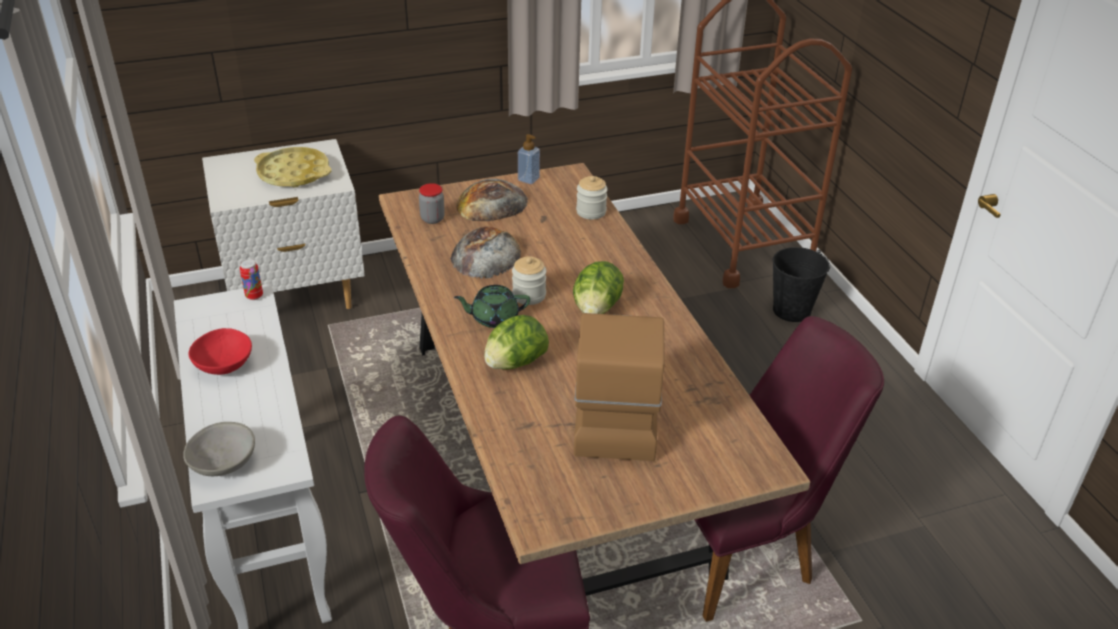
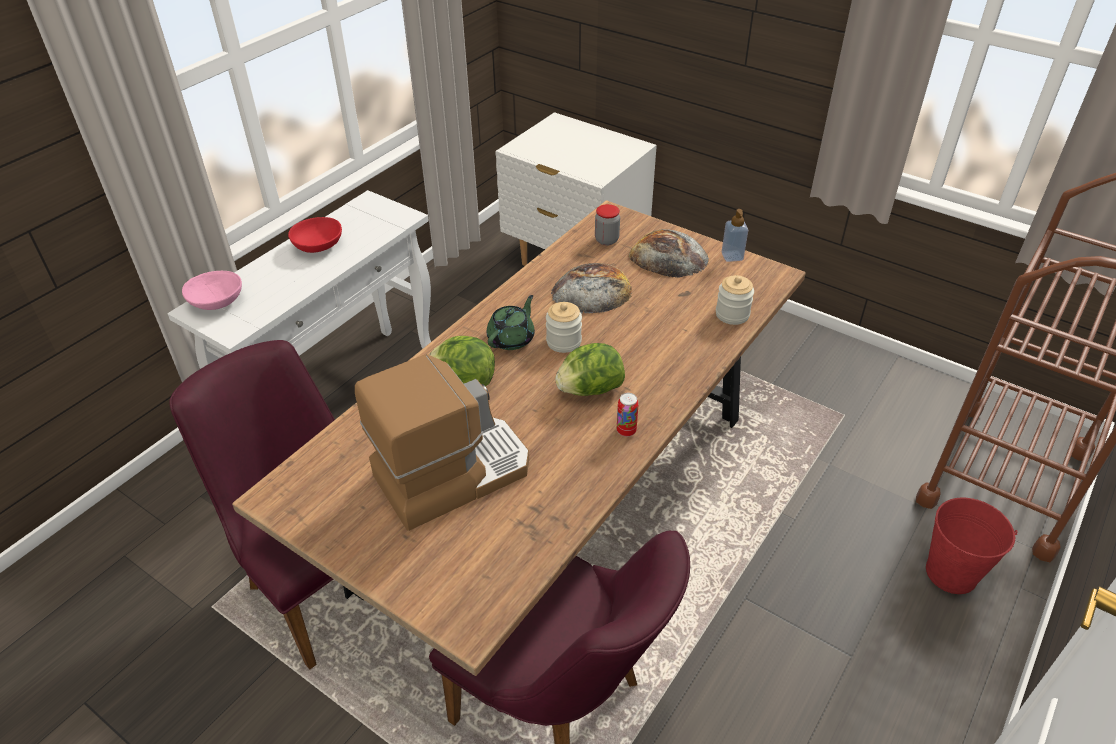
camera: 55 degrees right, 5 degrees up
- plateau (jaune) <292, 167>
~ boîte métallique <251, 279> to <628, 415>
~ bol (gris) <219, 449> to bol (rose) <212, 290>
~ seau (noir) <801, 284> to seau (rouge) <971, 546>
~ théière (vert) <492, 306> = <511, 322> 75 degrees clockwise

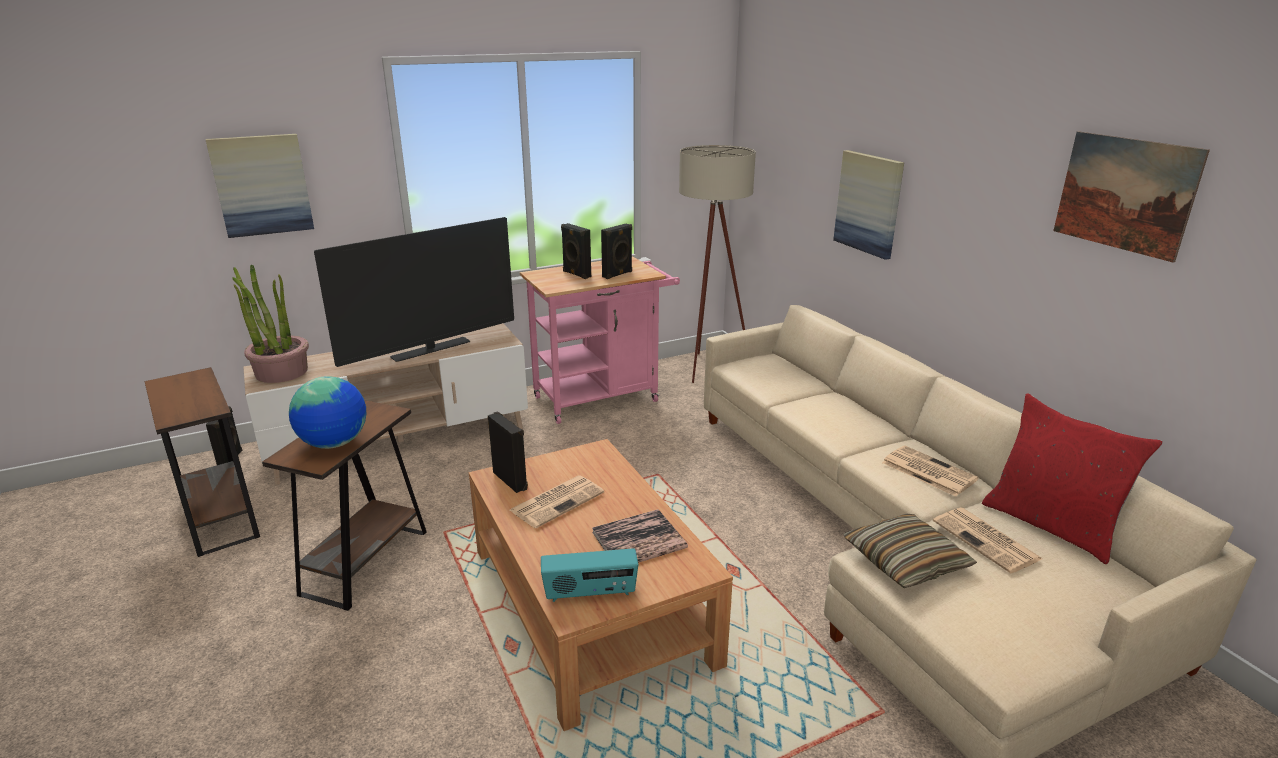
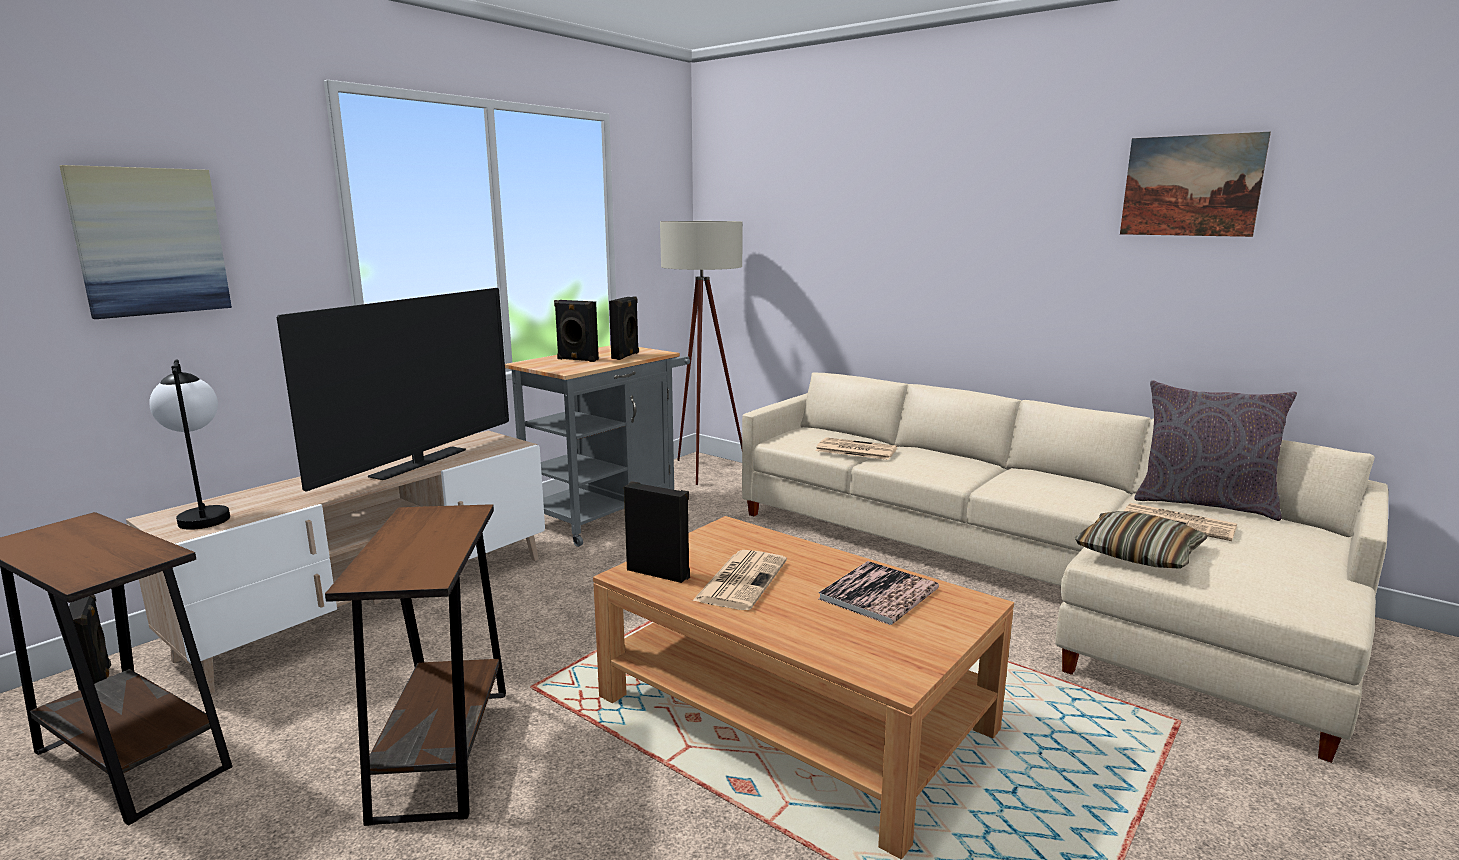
camera: 25 degrees left, 10 degrees down
- globe <327, 412>
- radio <589, 575>
- tableau <868, 205>
~ journal <930, 471> to <856, 448>
~ plante en pot <270, 324> to lampe de table <189, 444>
~ chariot (rose) <600, 340> to chariot (gris) <597, 446>
~ coussin (rouge) <1072, 478> to coussin (gris) <1215, 450>

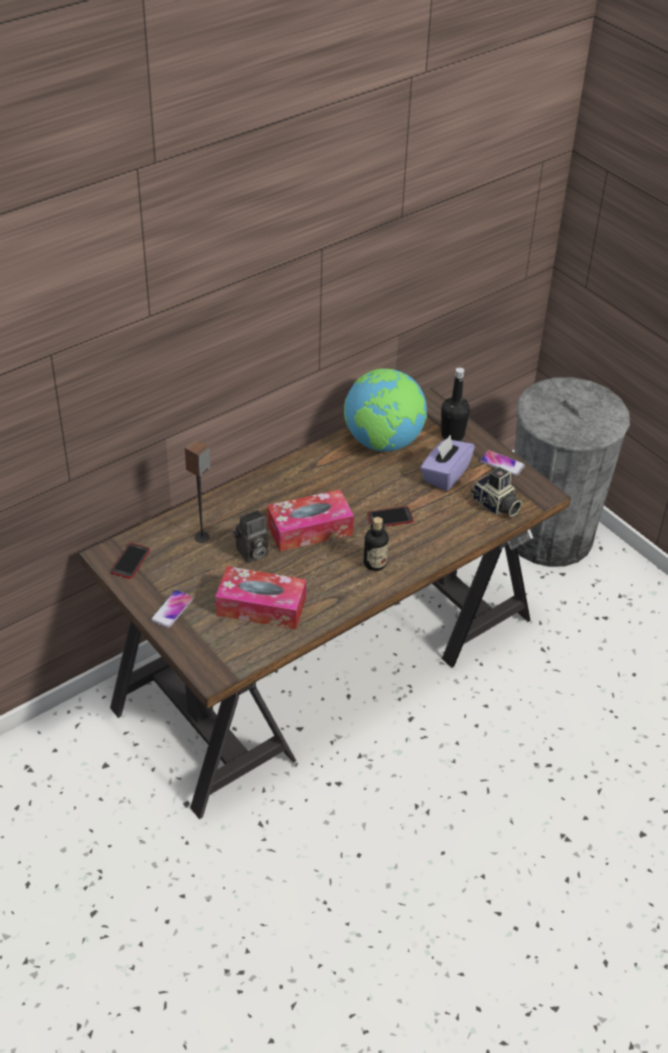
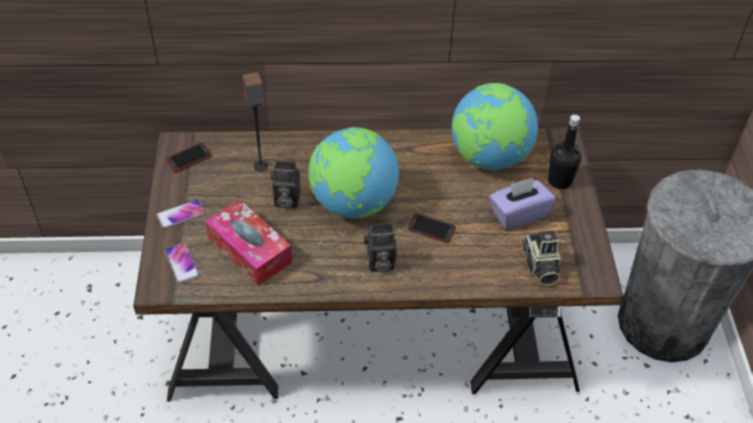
camera: 35 degrees right, 5 degrees up
~ téléphone <502, 463> to <182, 263>
~ boîte à mouchoirs <310, 520> to globe <353, 172>
~ bouteille <376, 544> to appareil photo <380, 247>

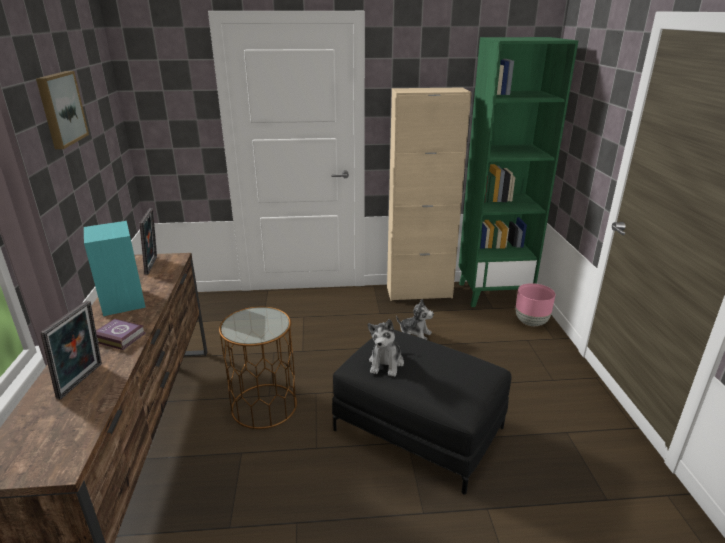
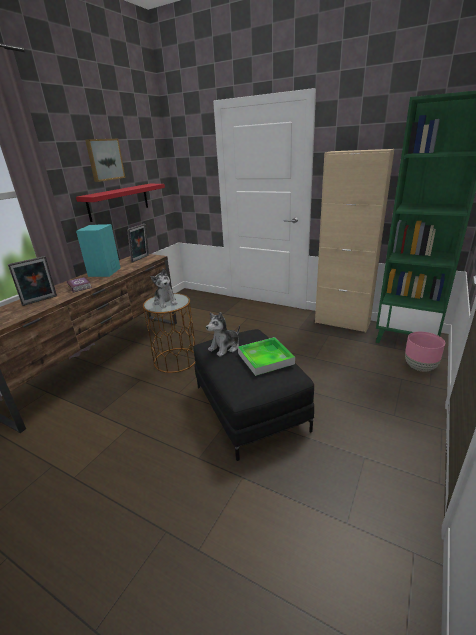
camera: 35 degrees right, 0 degrees up
+ étagère (rouge) <120, 203>
+ plateau <266, 356>
~ peluche <415, 319> to <163, 288>

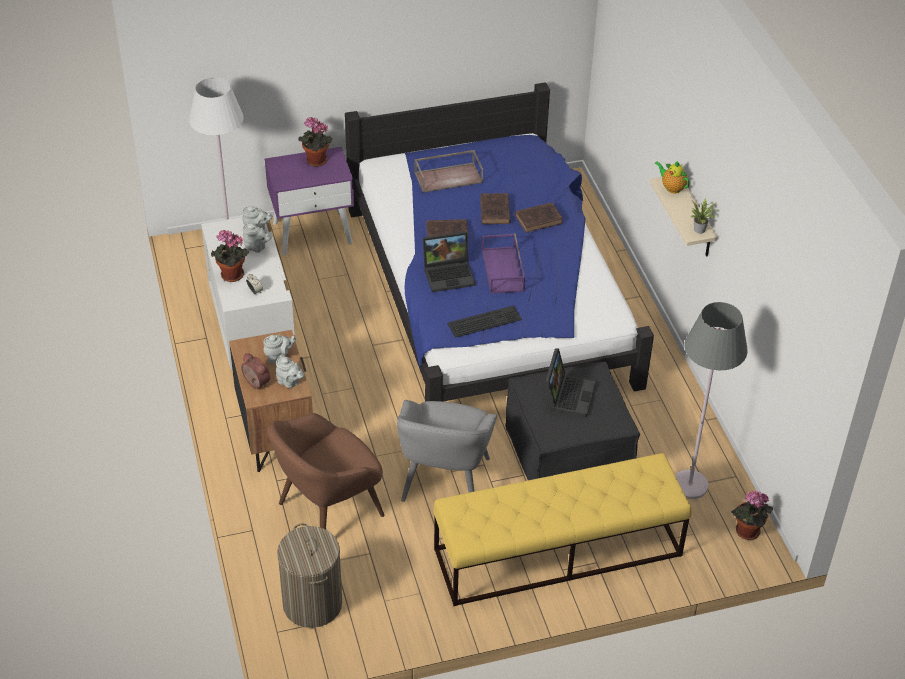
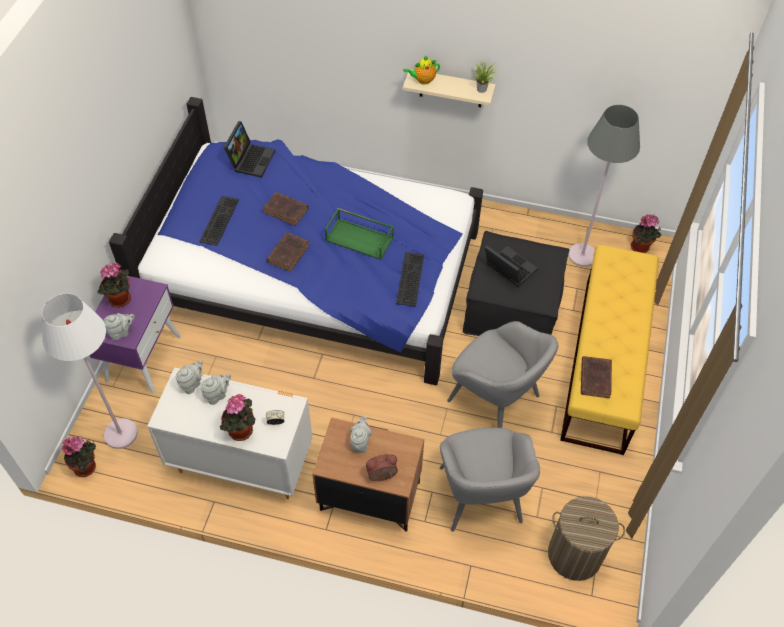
camera: 60 degrees left, 10 degrees up
+ plante en pot <79, 456>
~ théière (gris) <290, 372> to <119, 326>
~ ordinateur portable <449, 261> to <249, 149>
~ livre (marron) <539, 217> to <596, 377>
~ plateau (marron) <448, 171> to clavier <219, 221>
~ fauteuil (marron) <326, 471> to fauteuil (gris) <490, 480>
~ plateau (violet) <503, 263> to plateau (vert) <359, 234>

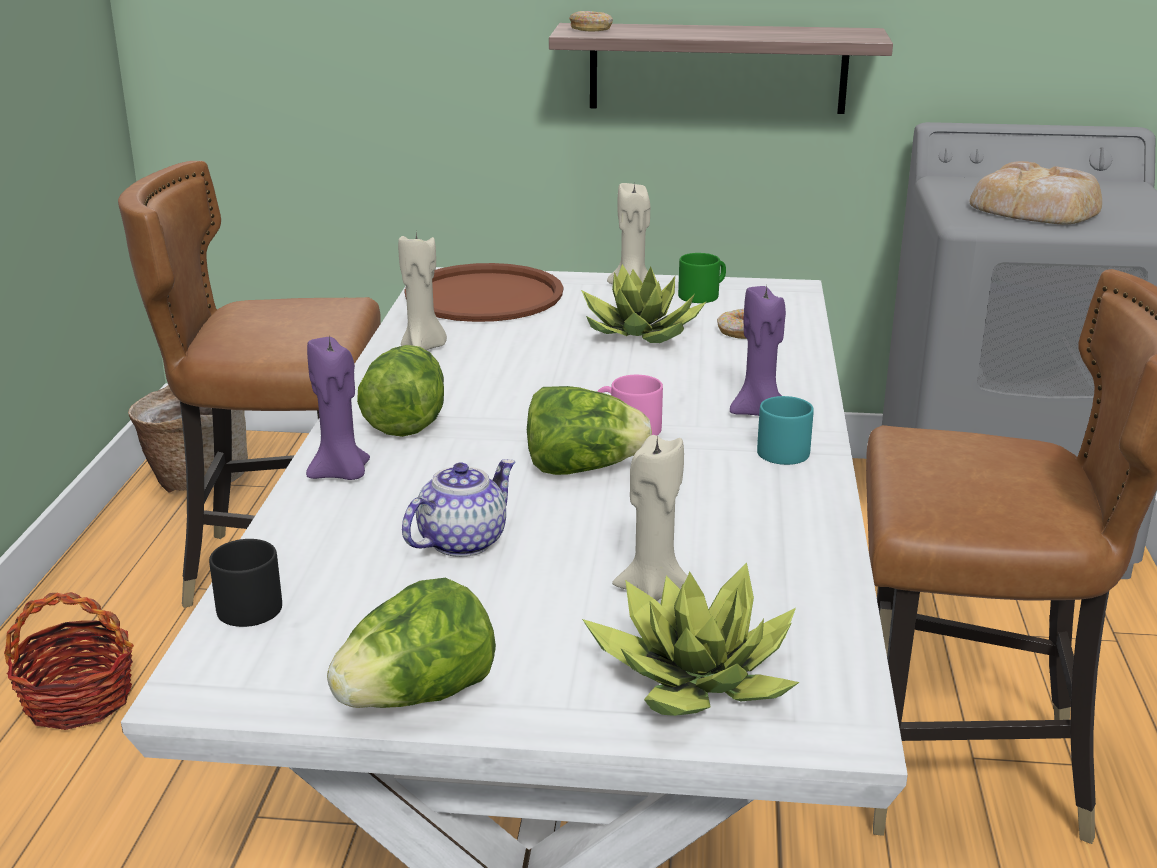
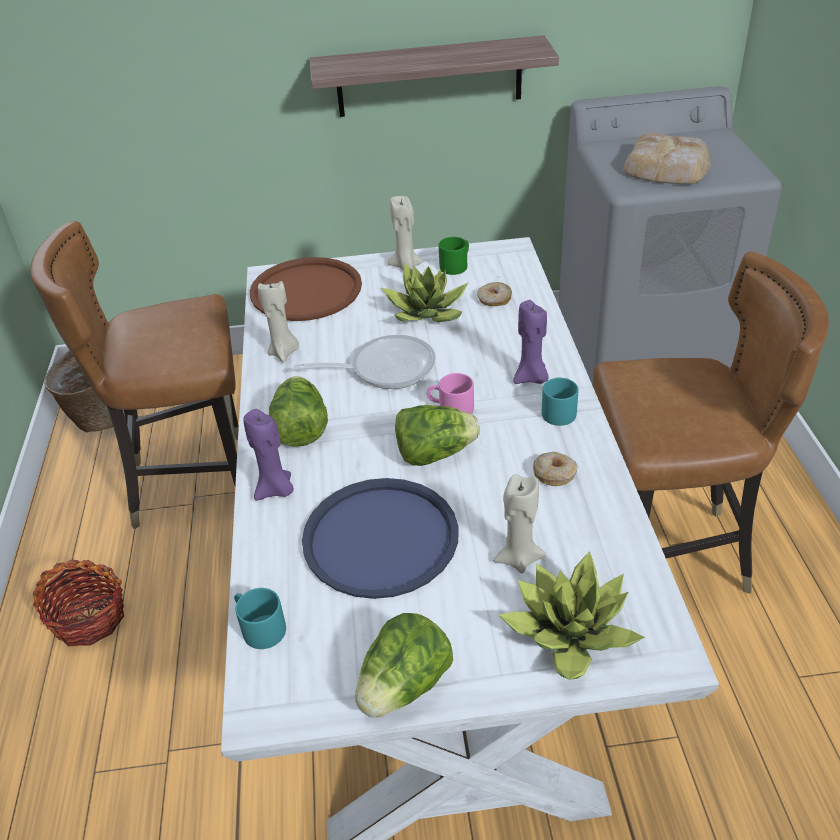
camera: 10 degrees left, 15 degrees up
+ poêle <364, 362>
~ beignet <591, 21> to <555, 469>
~ théière <459, 508> to plateau (bleu) <380, 538>
~ mug (noir) <245, 583> to mug (turquoise) <260, 618>

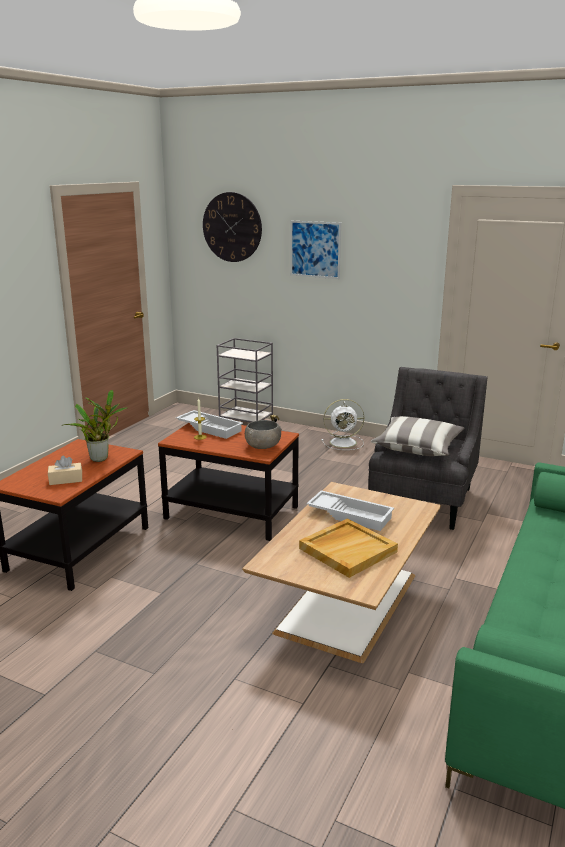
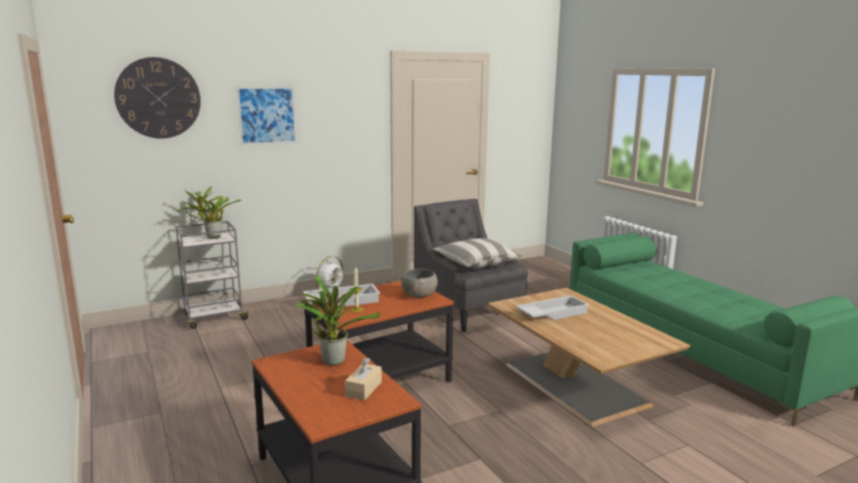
camera: 55 degrees left, 5 degrees down
- plateau (beige) <348, 548>
+ plante en pot <209, 212>

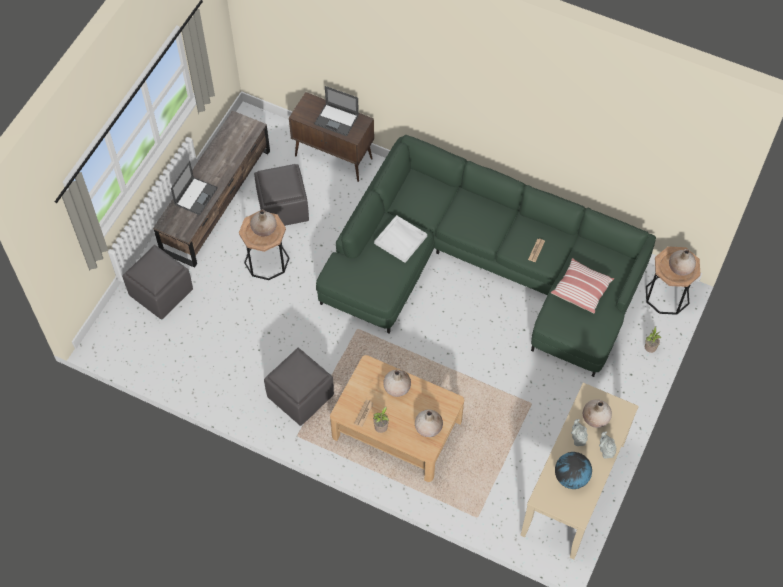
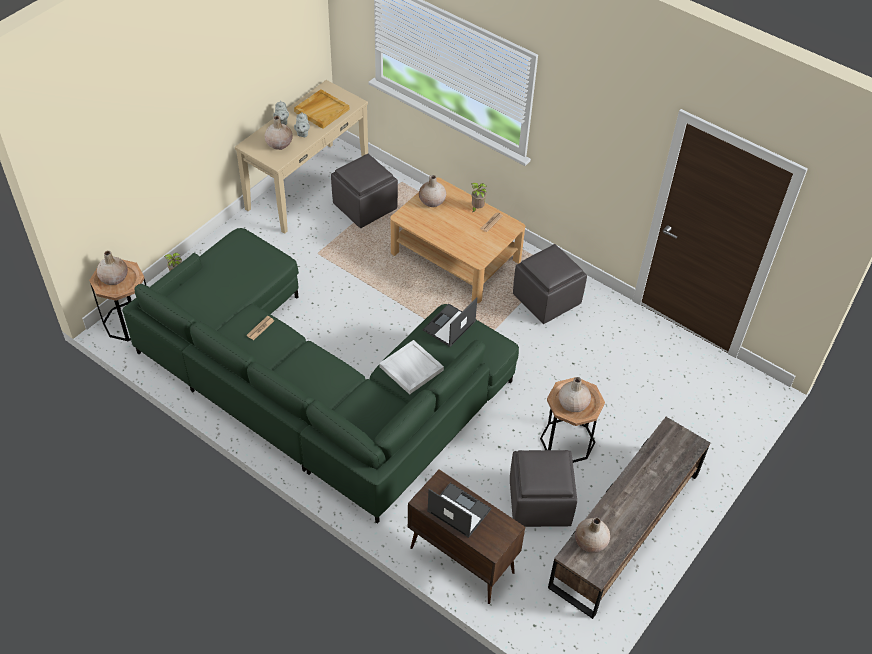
camera: 170 degrees left, 10 degrees down
- coussin <582, 285>
~ pouf (gris) <157, 282> to <364, 190>
~ ordinateur portable <194, 188> to <449, 322>
~ vase (beige) <397, 383> to <592, 535>
~ globe <573, 470> to plateau (beige) <322, 109>

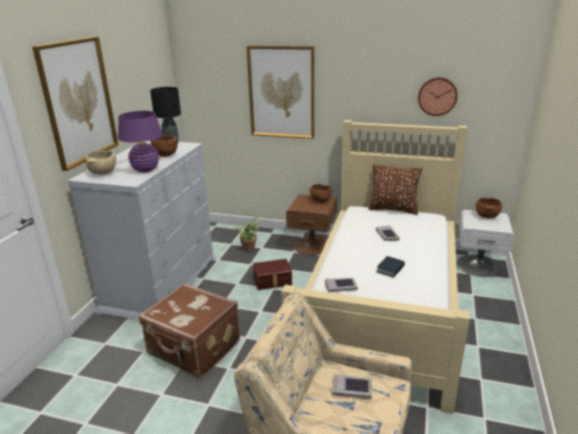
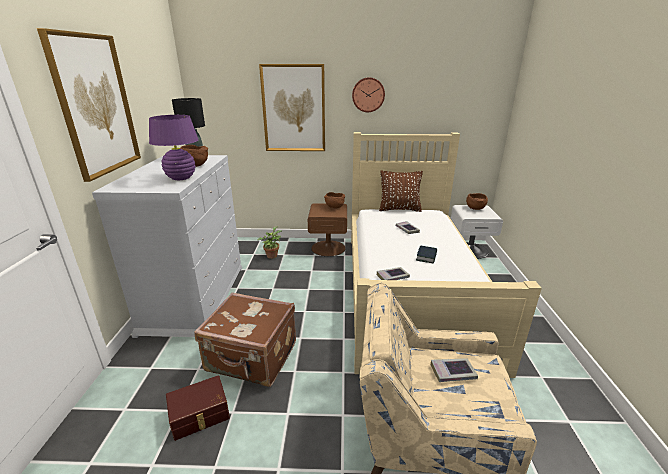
camera: 15 degrees left, 0 degrees up
- bol (beige) <101, 163>
~ boîte de rangement (marron) <272, 274> to <198, 408>
~ horloge murale <437, 96> to <368, 94>

